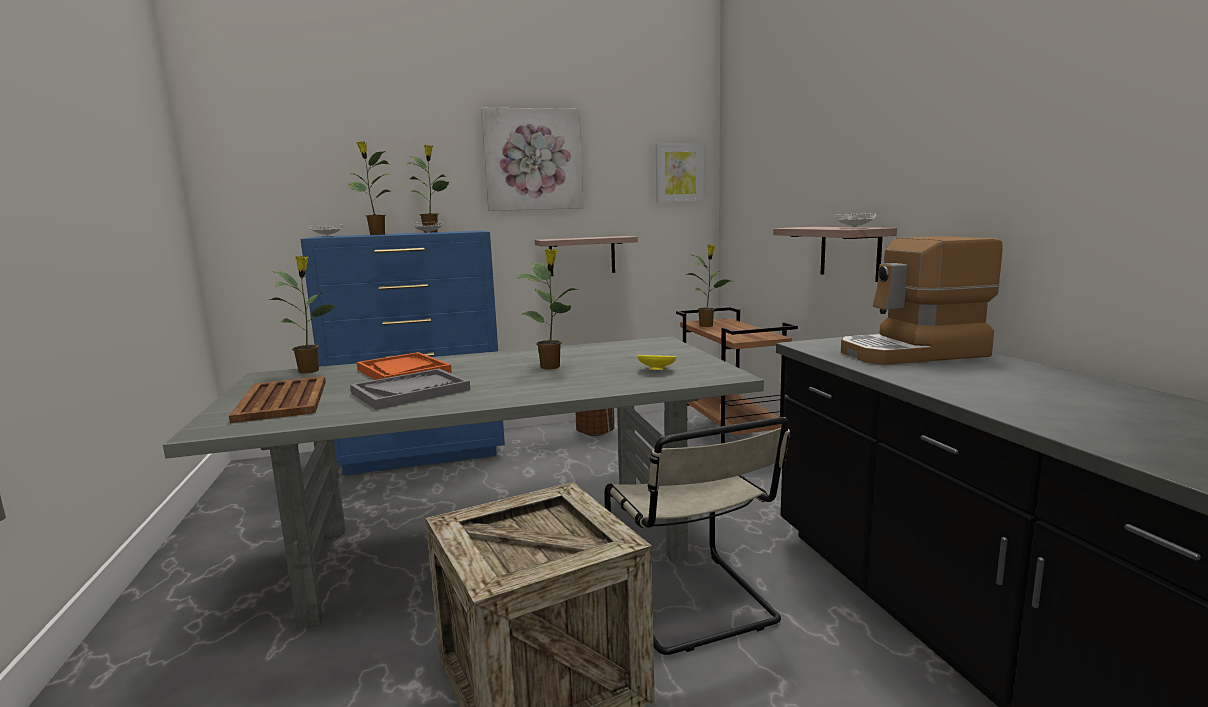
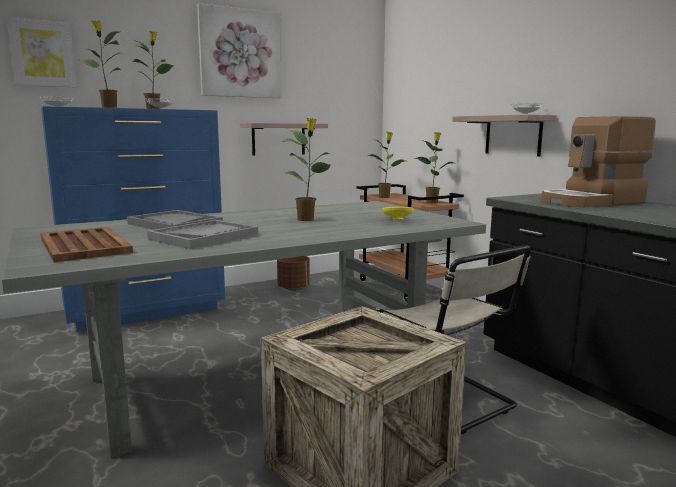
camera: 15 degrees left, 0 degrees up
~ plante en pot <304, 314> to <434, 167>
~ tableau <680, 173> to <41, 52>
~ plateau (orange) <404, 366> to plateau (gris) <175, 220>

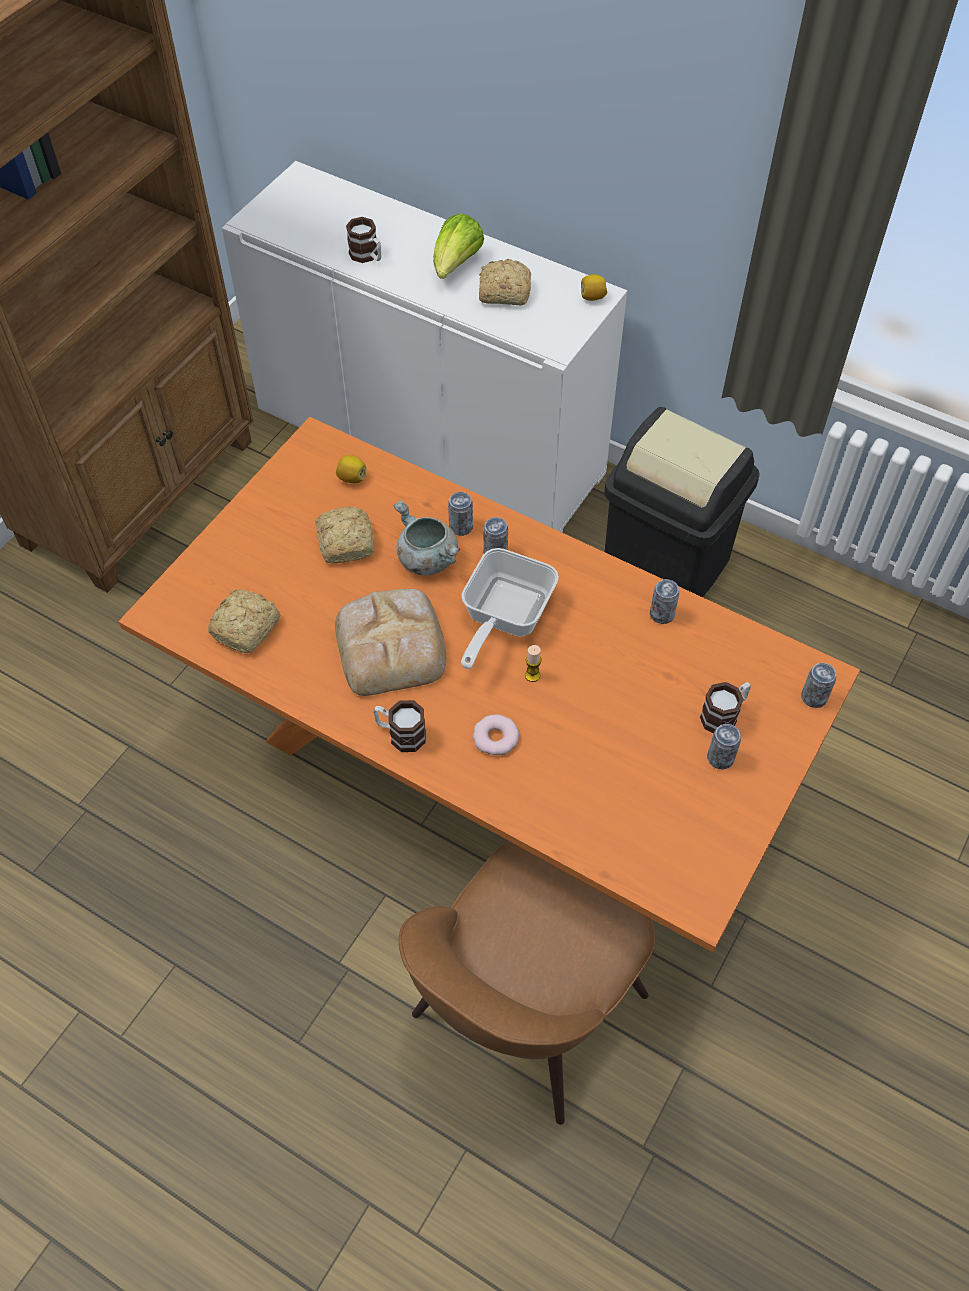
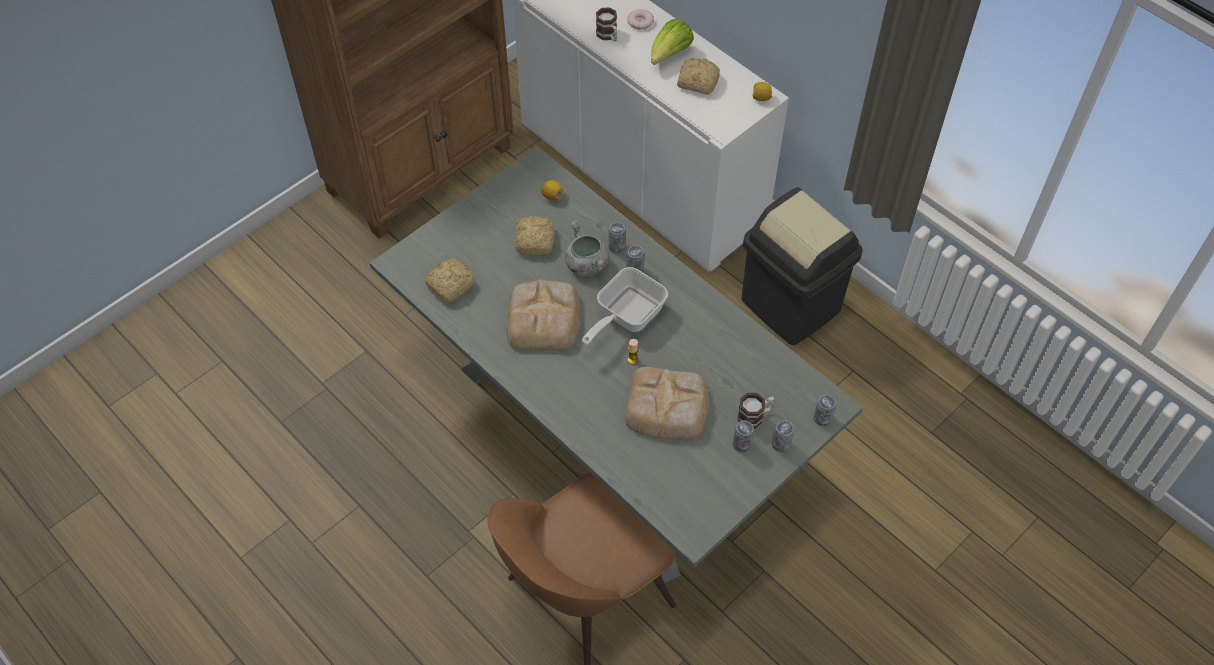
camera: 15 degrees right, 0 degrees up
- mug <399, 726>
+ pain <666, 403>
~ beignet <496, 734> to <640, 19>
~ boîte métallique <665, 601> to <783, 436>
~ table à manger (orange) <489, 684> to table à manger (gris) <616, 364>

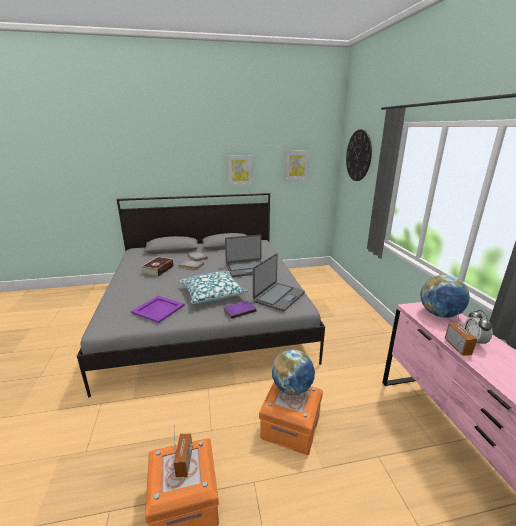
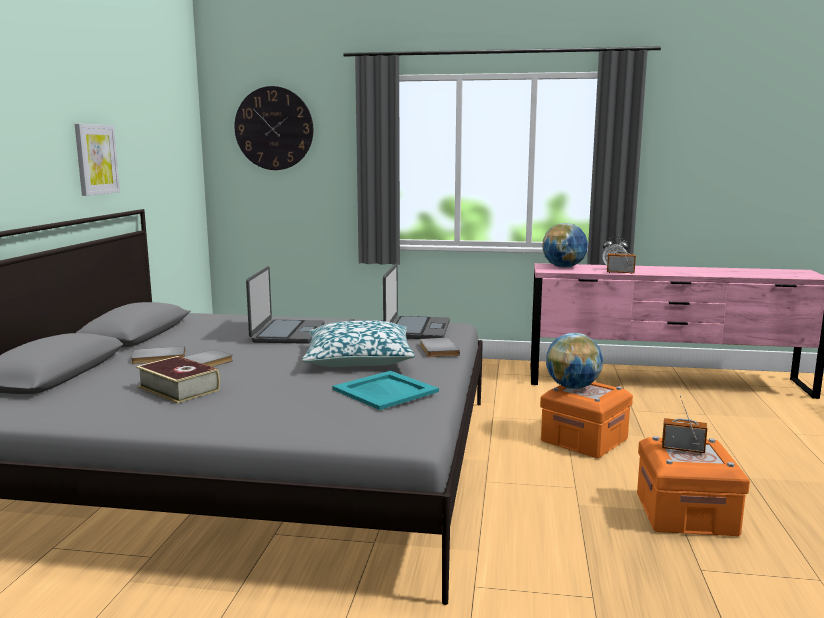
camera: 70 degrees left, 10 degrees down
- tableau <297, 166>
~ plateau (violet) <158, 309> to plateau (turquoise) <385, 390>
~ livre (violet) <240, 310> to livre (gris) <440, 347>
~ ordinateur portable <279, 282> = <416, 301> 45 degrees clockwise

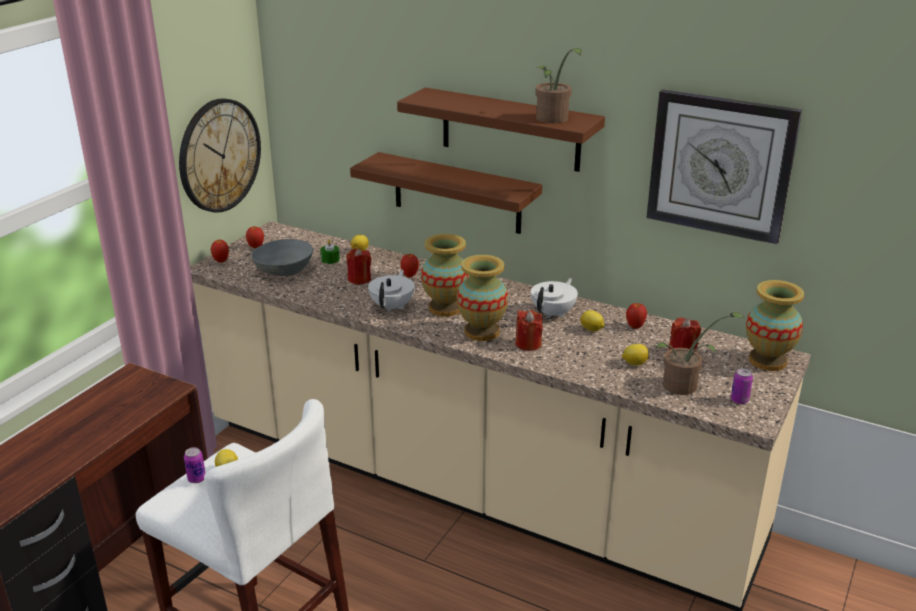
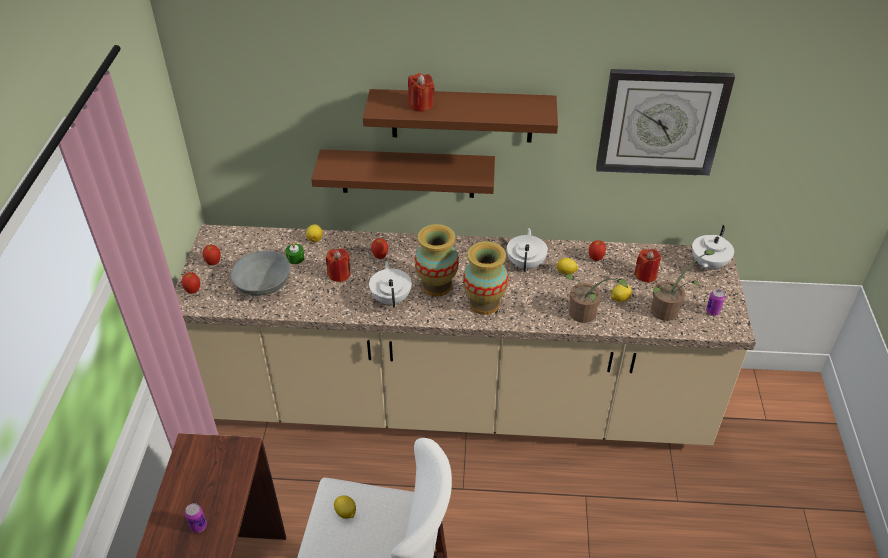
camera: 25 degrees left, 15 degrees up
- horloge murale <220, 155>
~ boîte métallique <194, 465> to <196, 518>
~ bougie (rouge) <529, 330> to <421, 92>
~ plante en pot <558, 85> to <596, 298>
~ vase <775, 325> to théière (blanc) <713, 247>

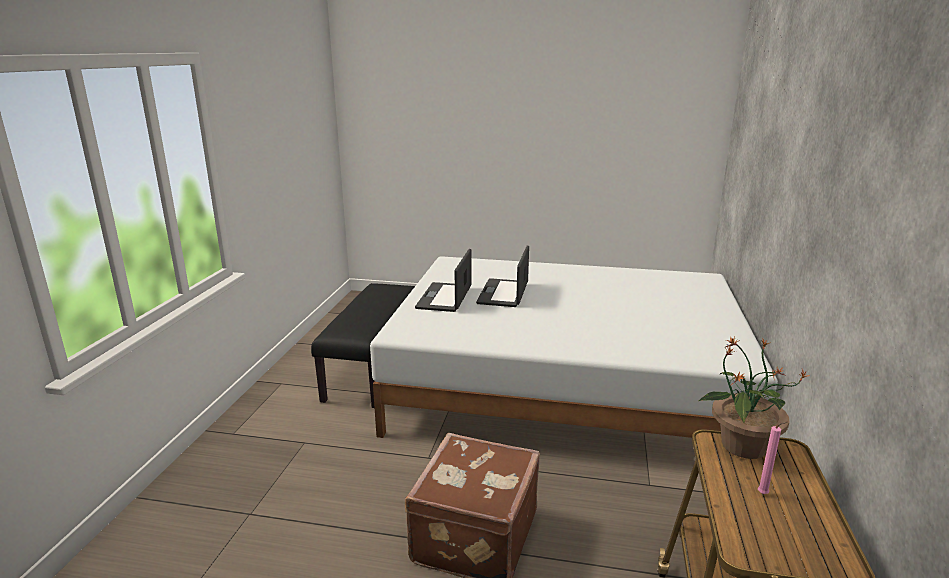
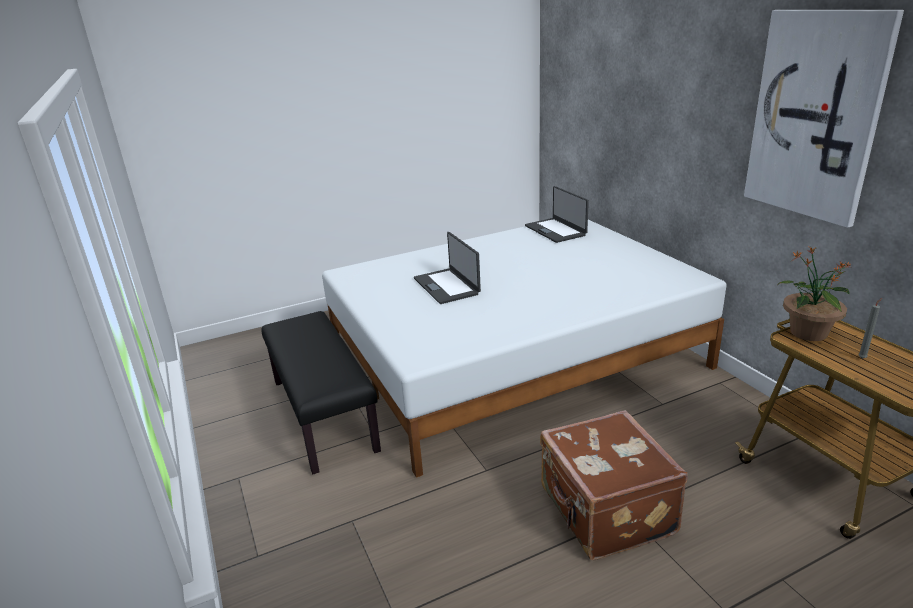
camera: 35 degrees left, 5 degrees up
+ tableau <824, 119>
~ ordinateur portable <443, 280> to <557, 214>
~ bougie (rose) <773, 457> to bougie (gris) <870, 328>

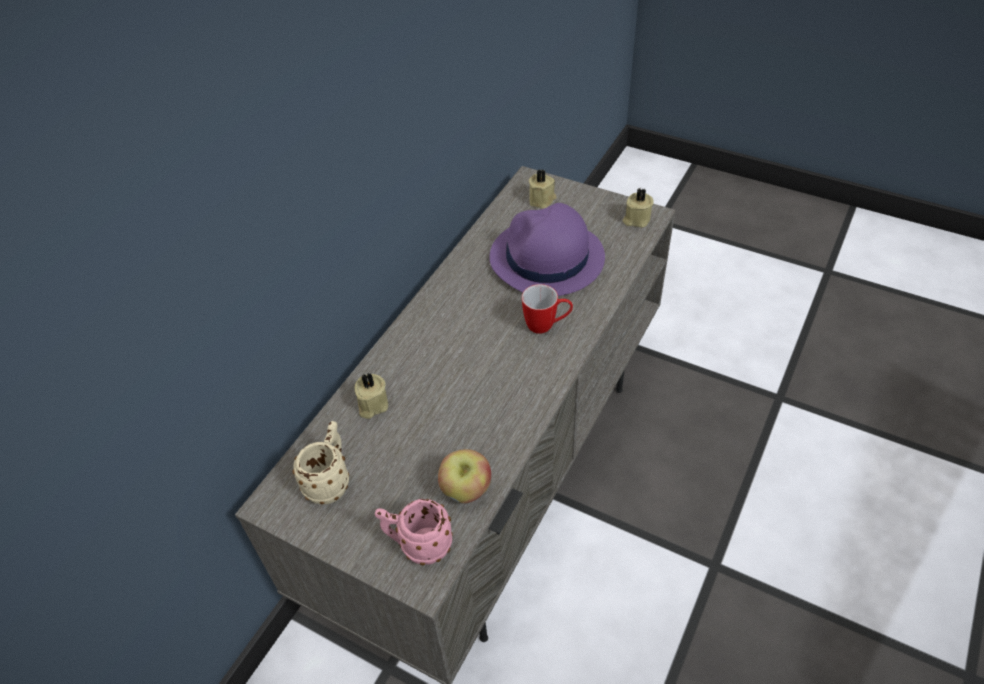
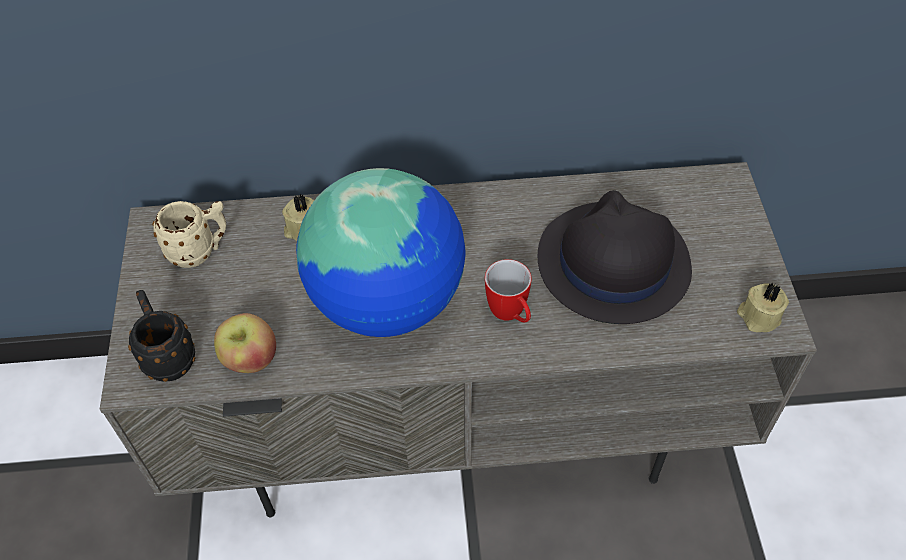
camera: 55 degrees right, 5 degrees up
- bougie (beige) <543, 189>
+ globe <380, 252>
~ mug (rose) <414, 532> to mug (noir) <161, 336>
~ chapeau (violet) <547, 249> to chapeau (noir) <615, 257>

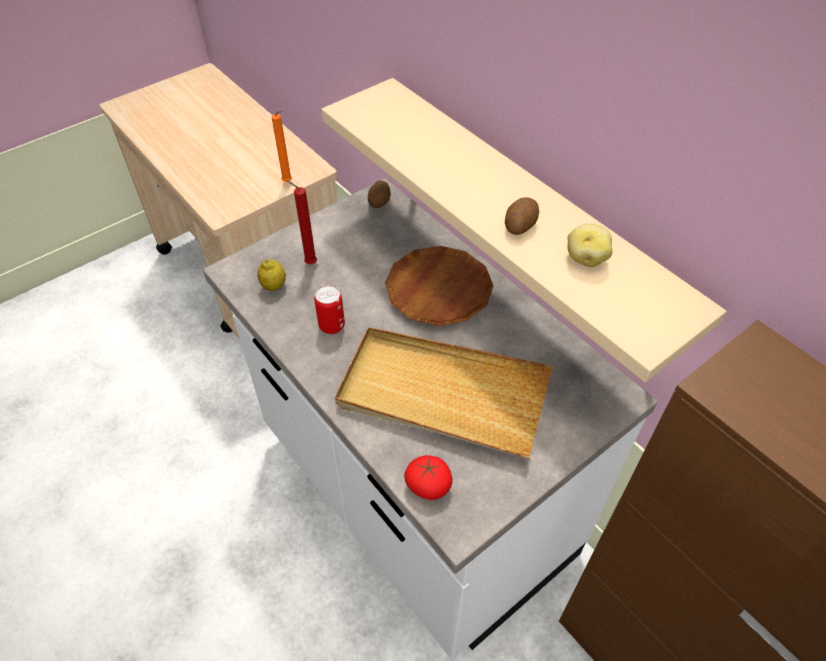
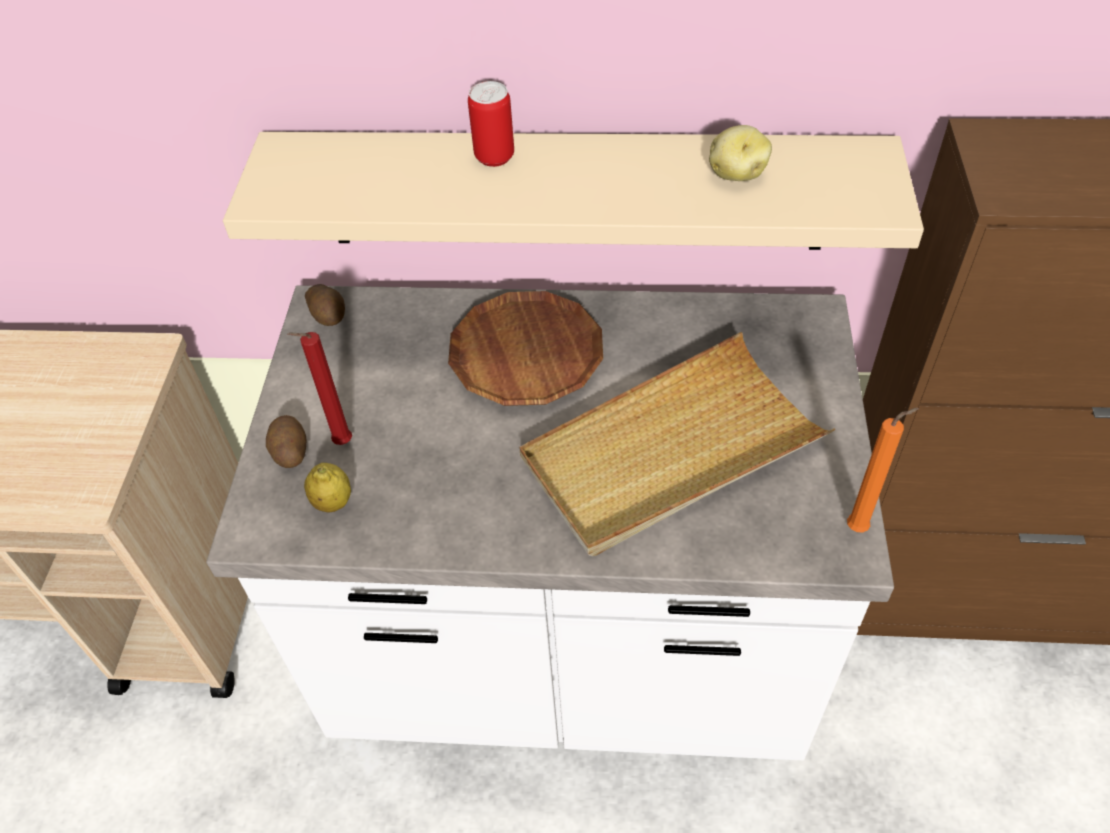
camera: 45 degrees left, 0 degrees up
- tomate <428, 477>
~ bougie (orange) <282, 146> to <883, 470>
~ boîte métallique <329, 309> to <491, 124>
~ pomme de terre <522, 216> to <286, 441>

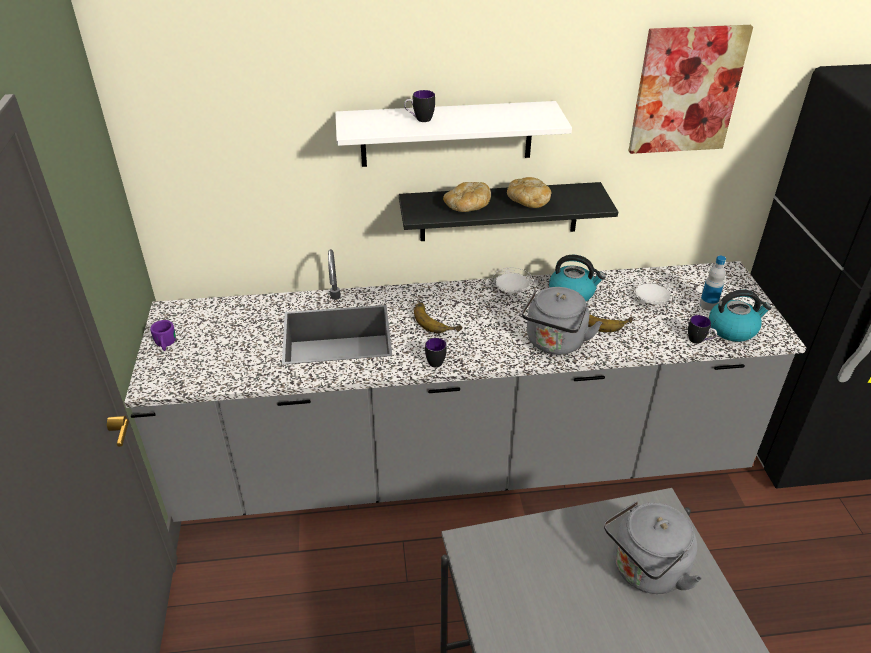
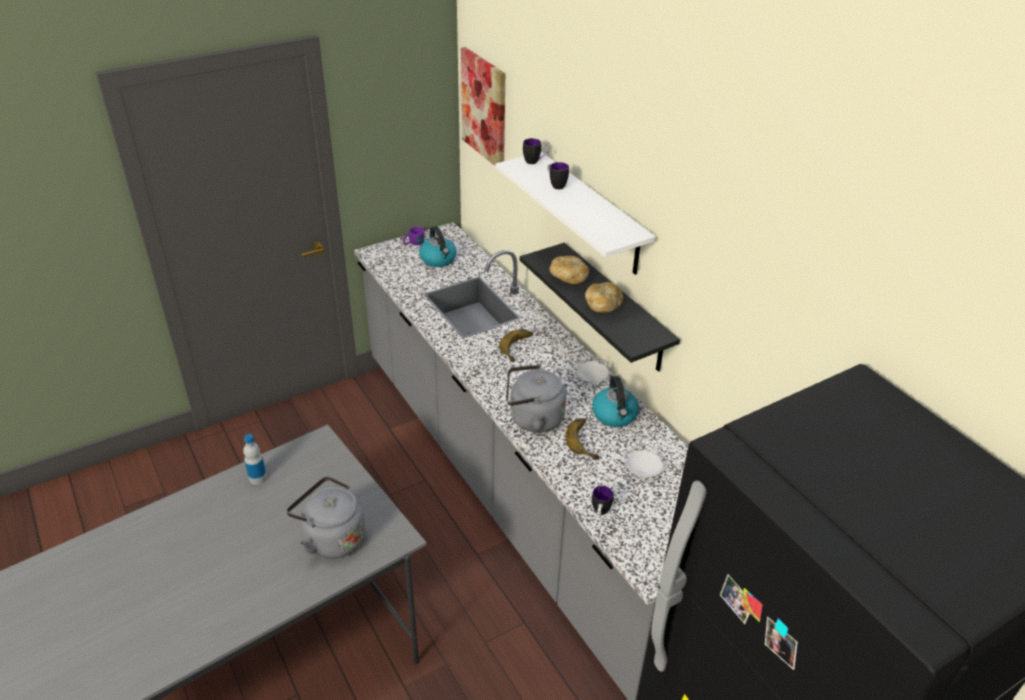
camera: 65 degrees right, 0 degrees up
~ mug <436, 353> to <535, 151>
~ tableau <691, 89> to <483, 106>
~ bouteille <713, 283> to <255, 459>
~ bouilloire <740, 316> to <438, 246>

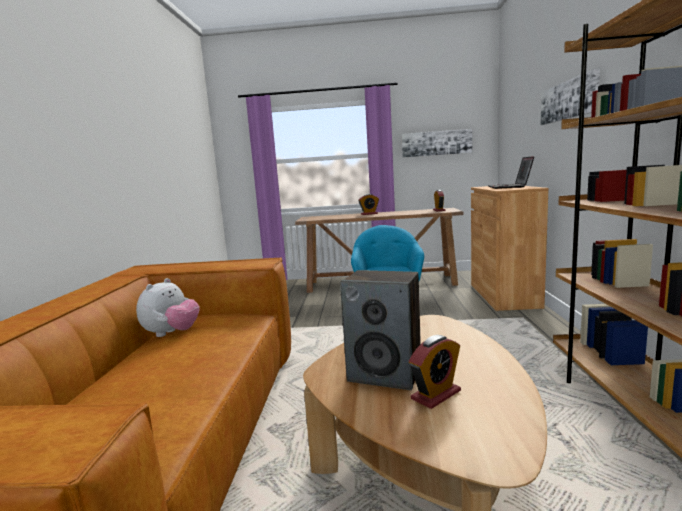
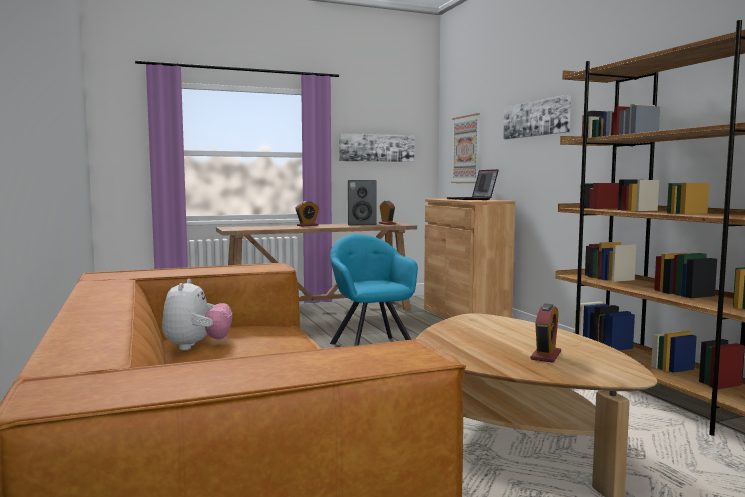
camera: 25 degrees left, 5 degrees down
+ tableau <465, 148>
~ enceinte <380, 330> to <362, 202>

